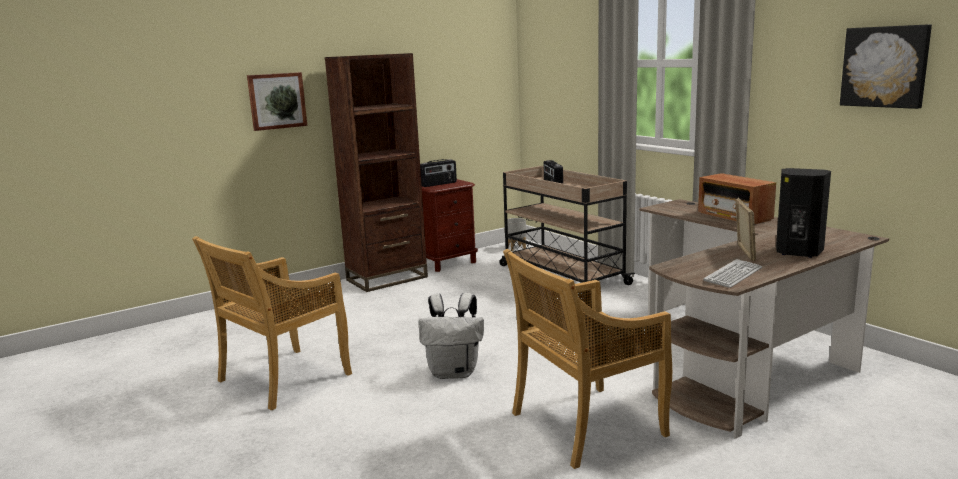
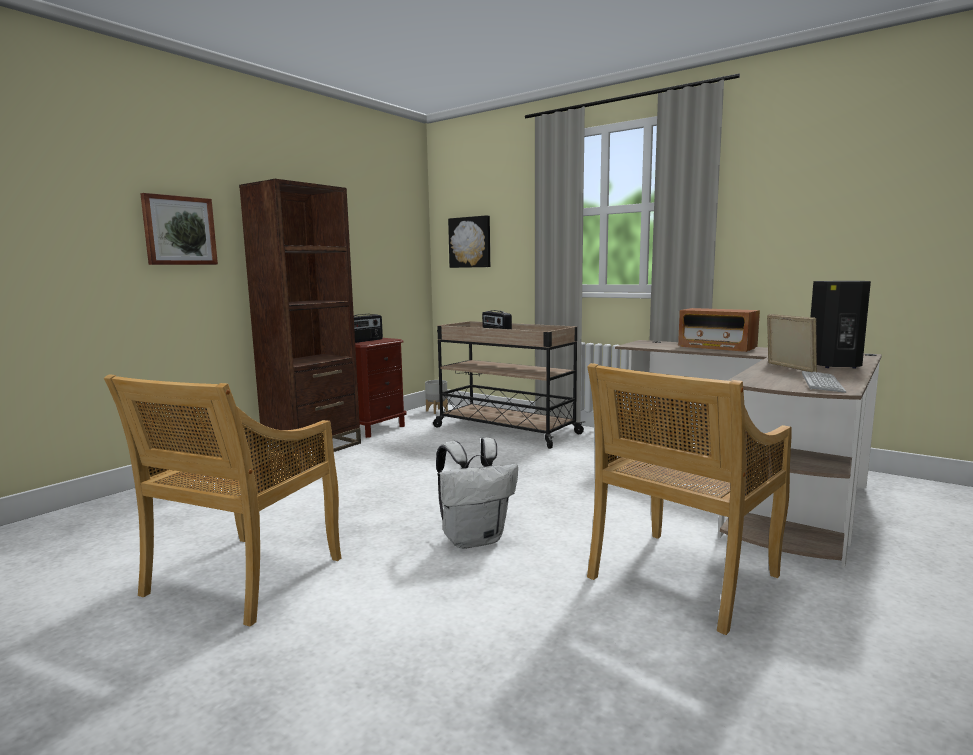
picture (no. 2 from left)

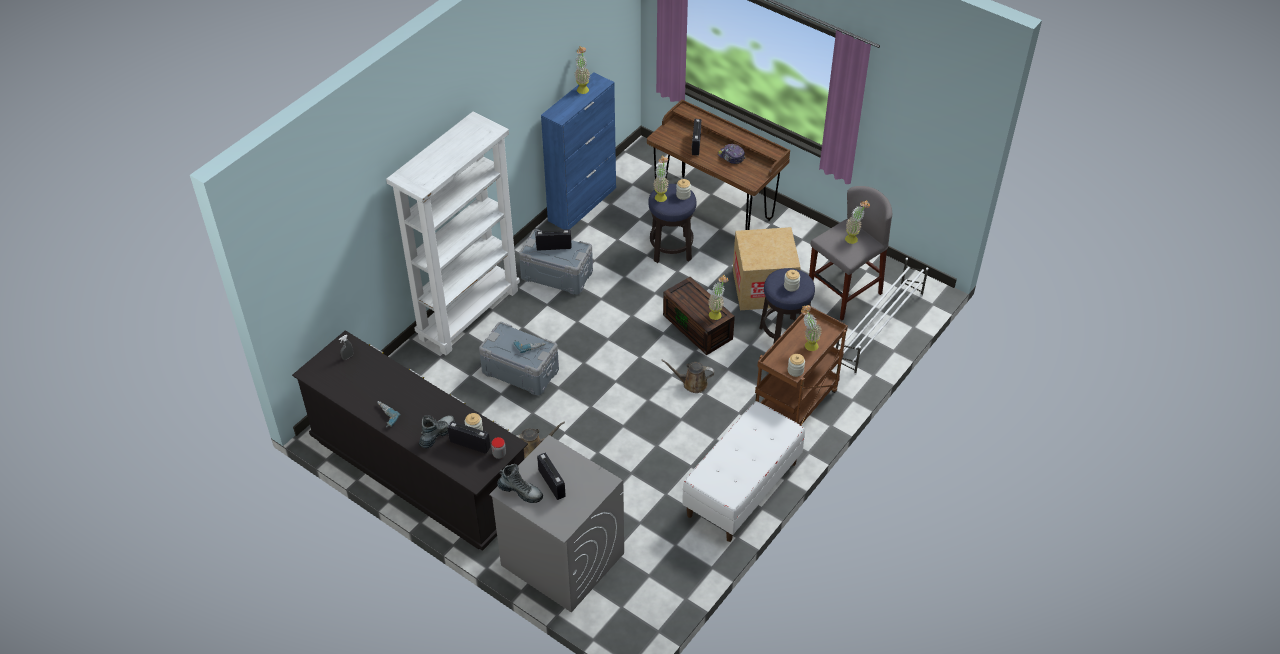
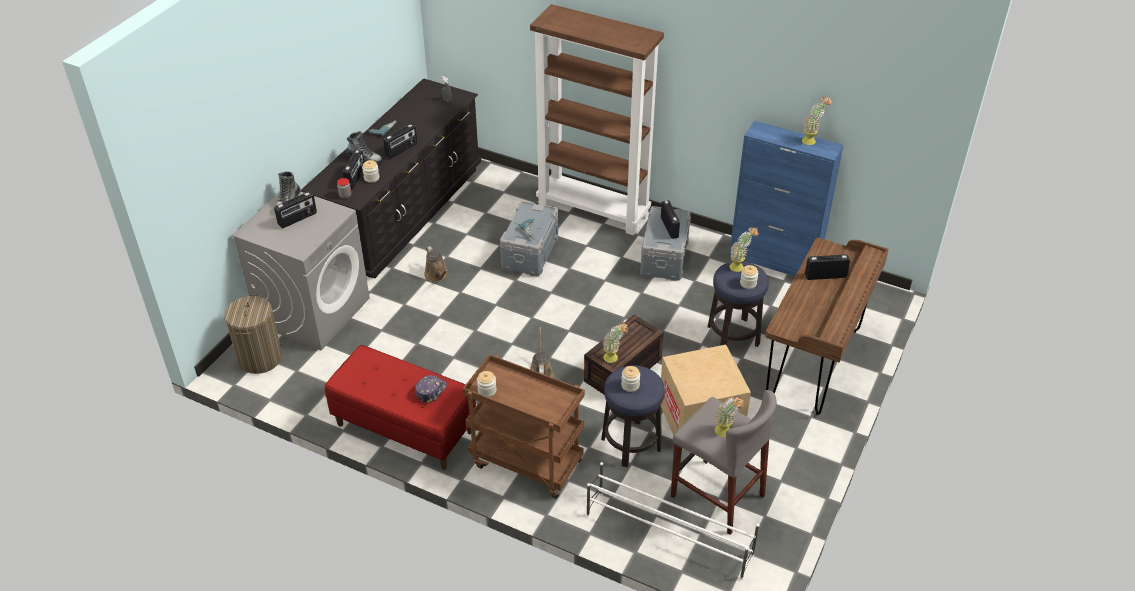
brown bookcase
red bench
cap
potted plant (no. 4 from left in the first image)
laundry basket
radio (no. 3 from left)

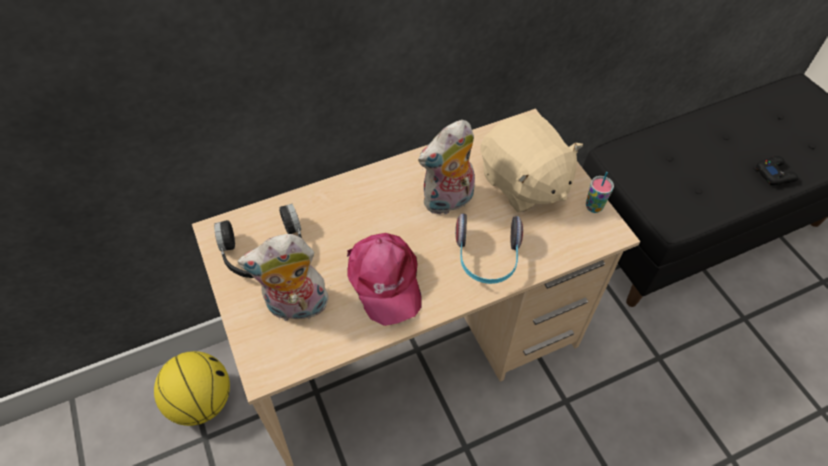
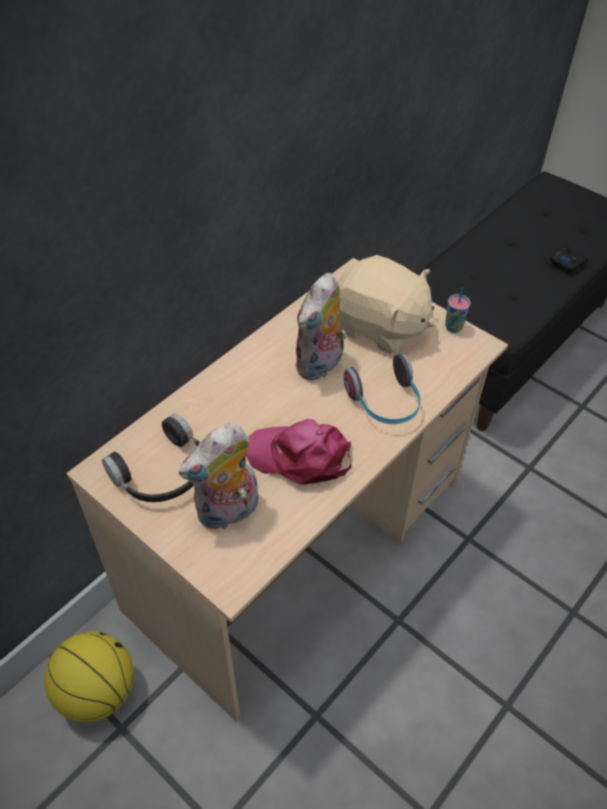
pink cap

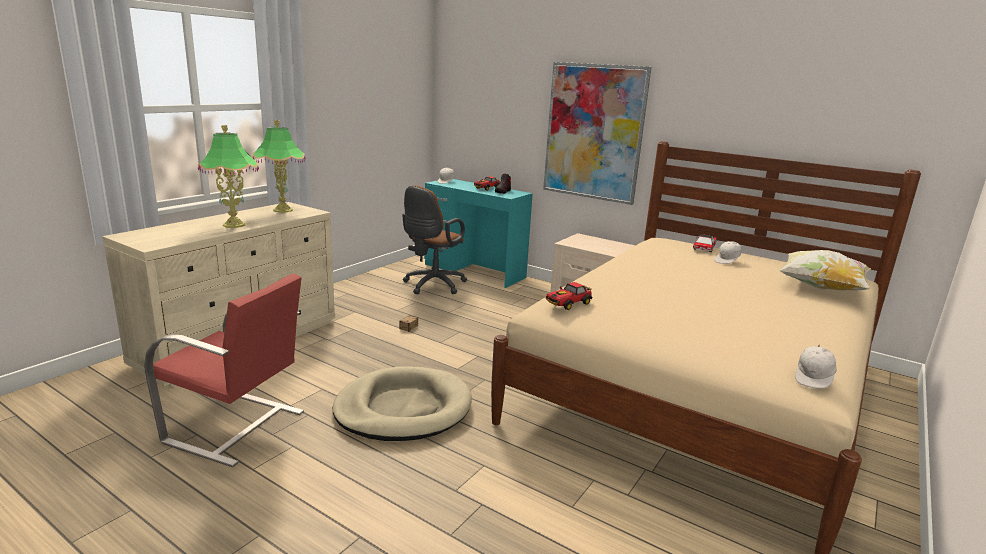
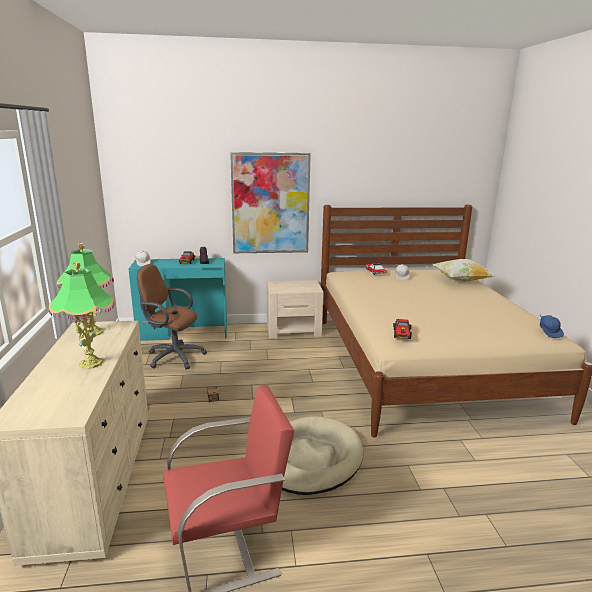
brown office chair
blue cap

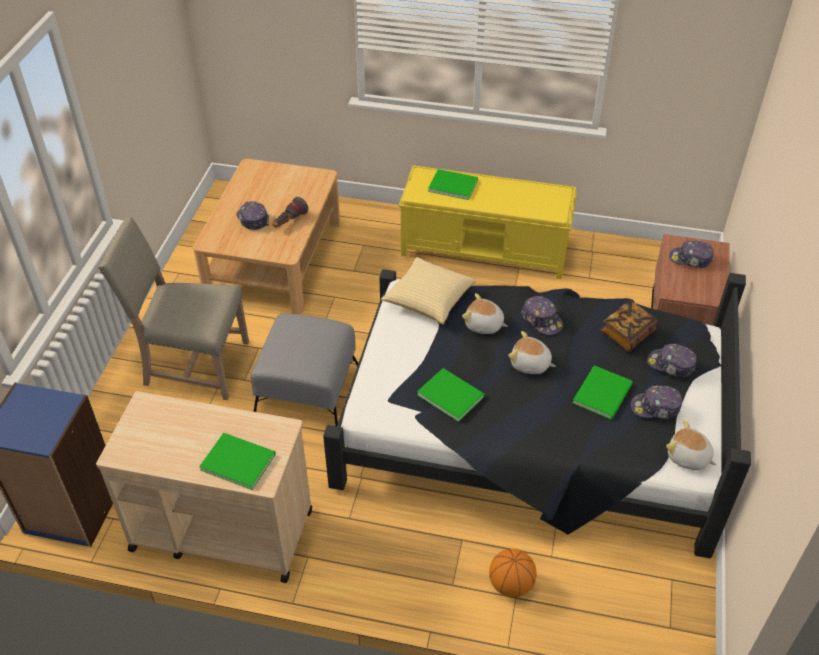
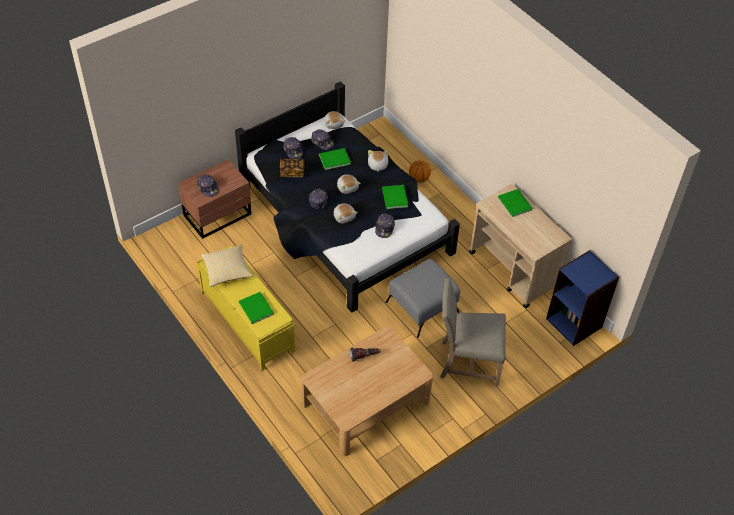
beige chair
cap (no. 5 from left)
pillow
plush toy (no. 4 from left)

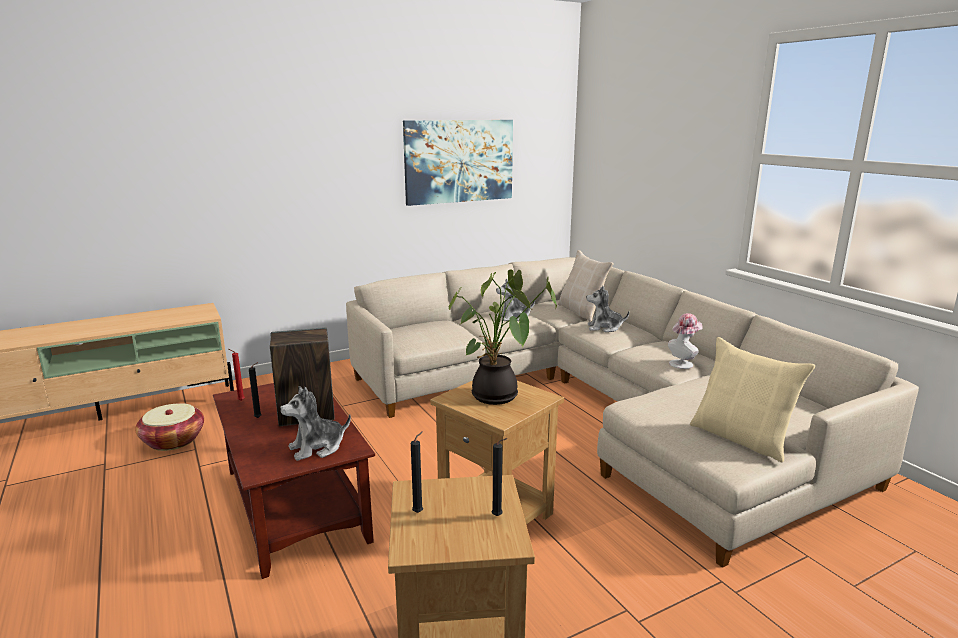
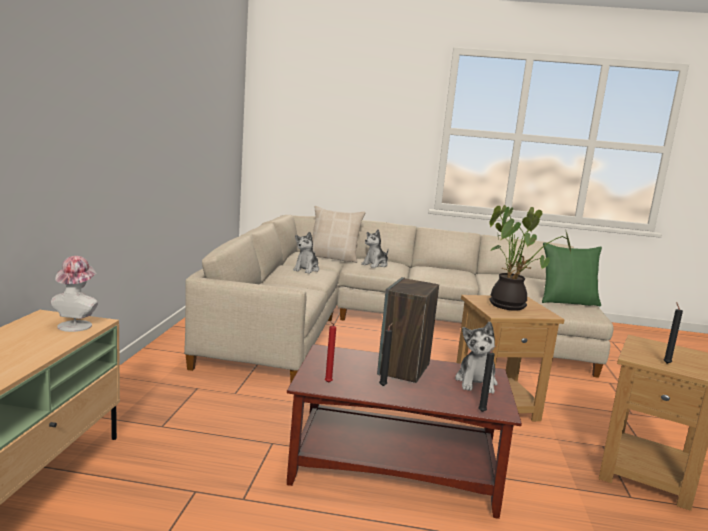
basket
picture
black candle (no. 2 from left)
hat
green pillow

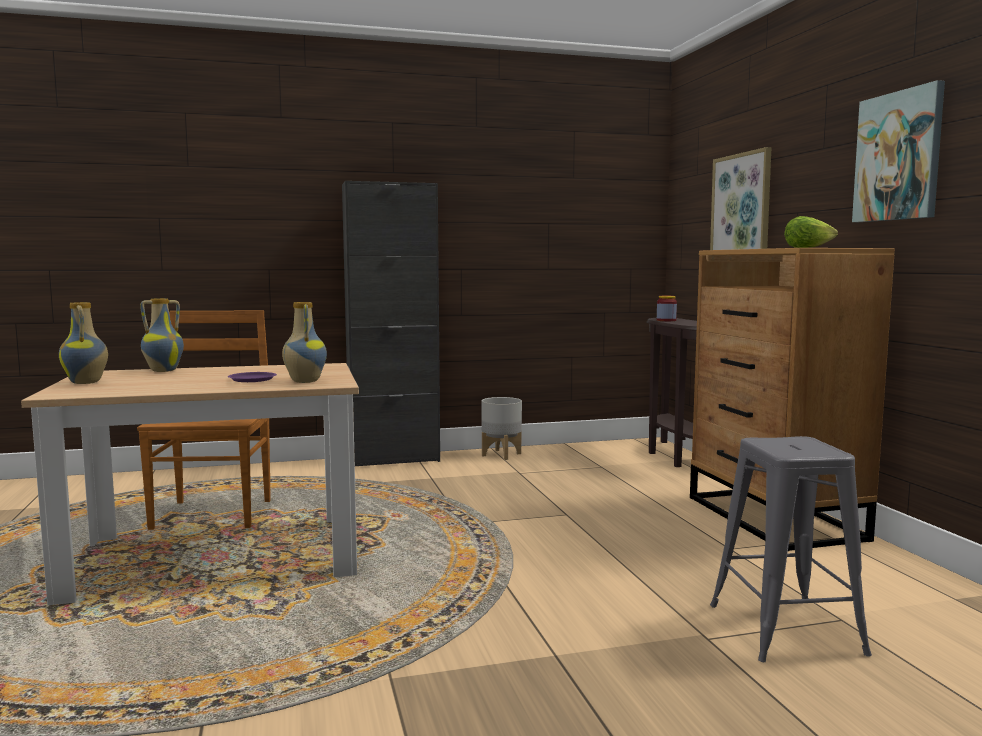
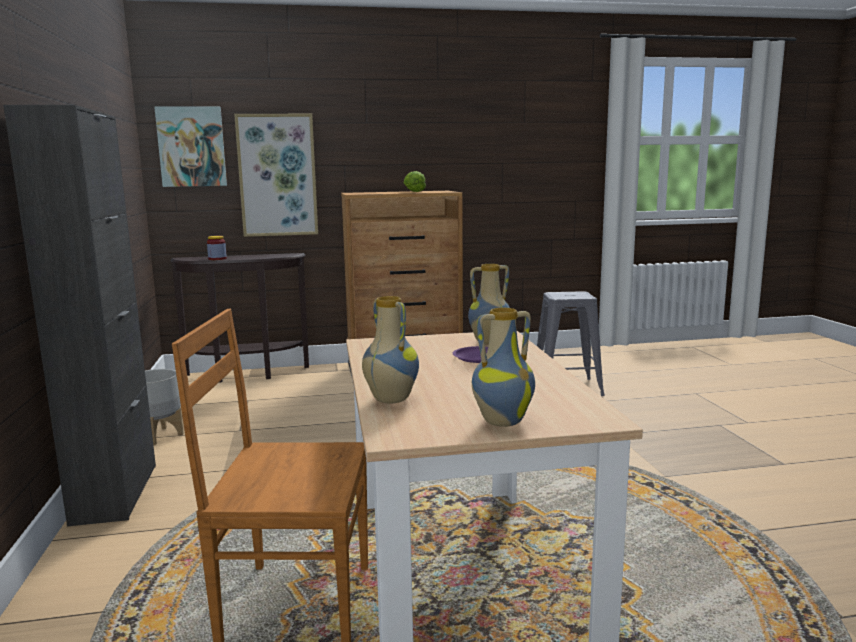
picture (no. 1 from left)

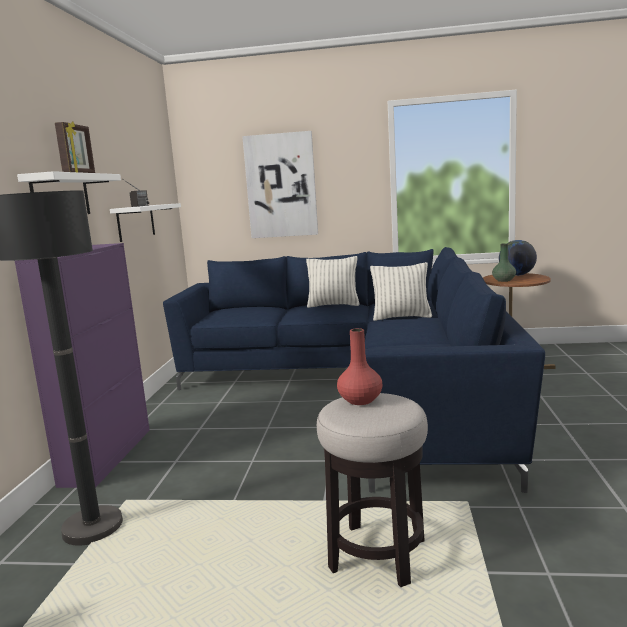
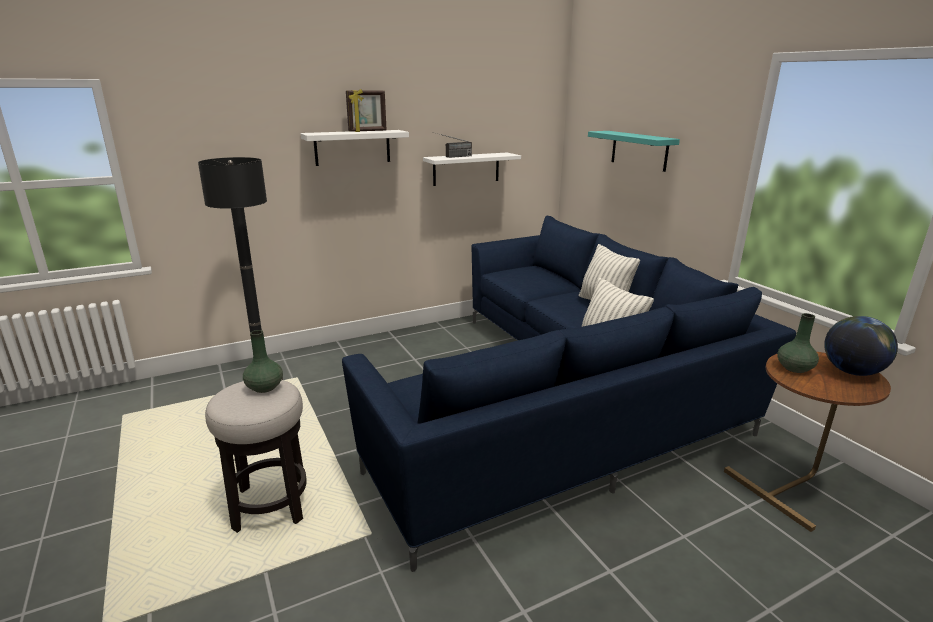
purple cabinet
turquoise shelf
green vase (no. 1 from left)

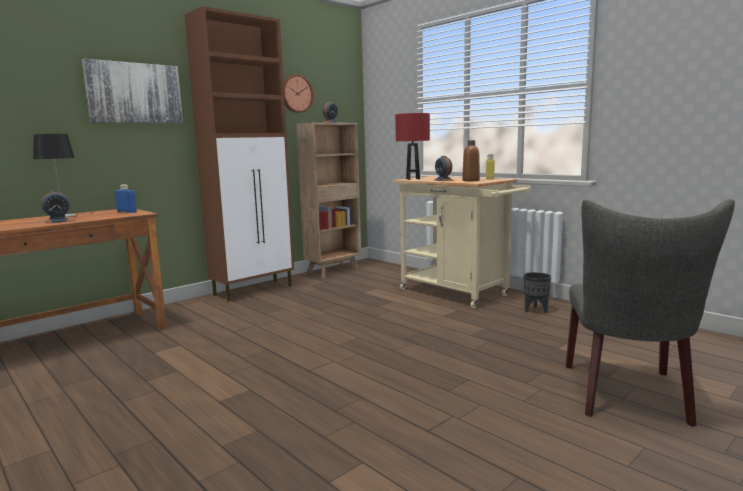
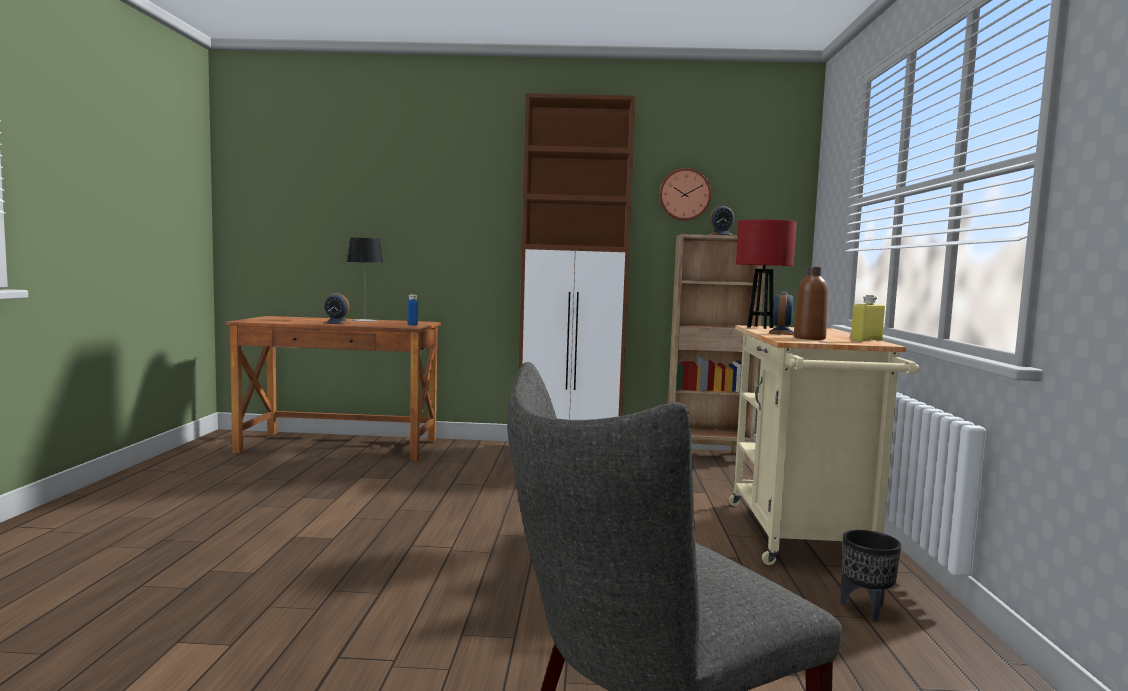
picture

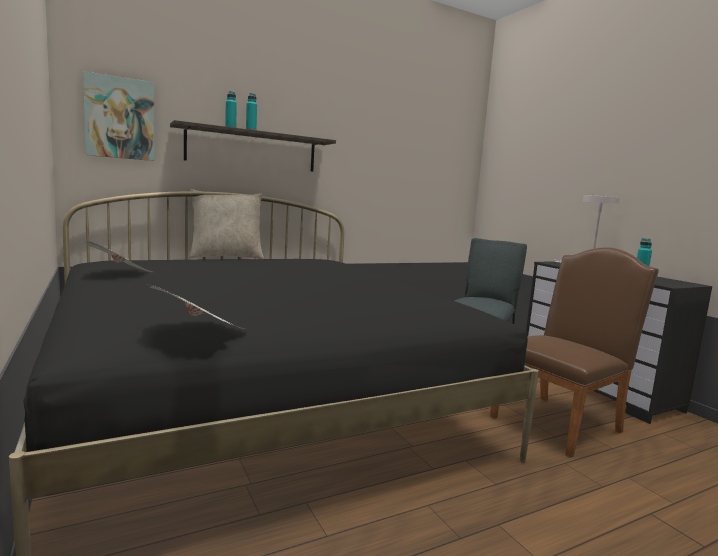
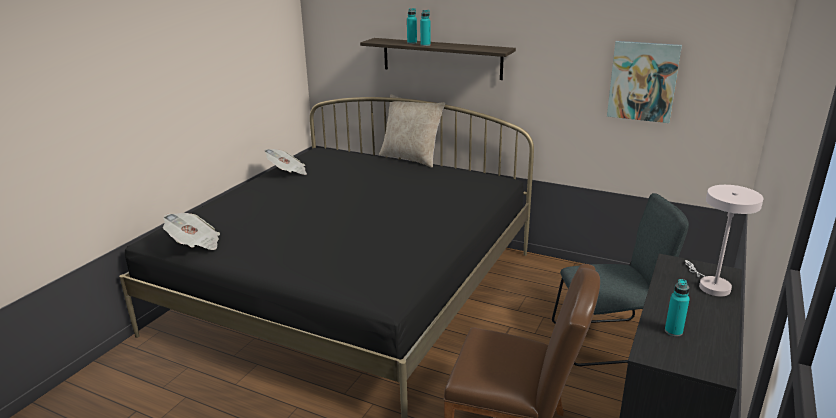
picture

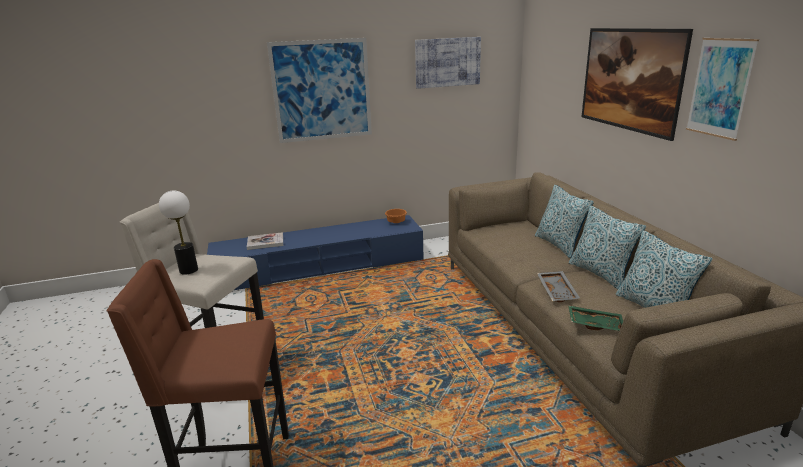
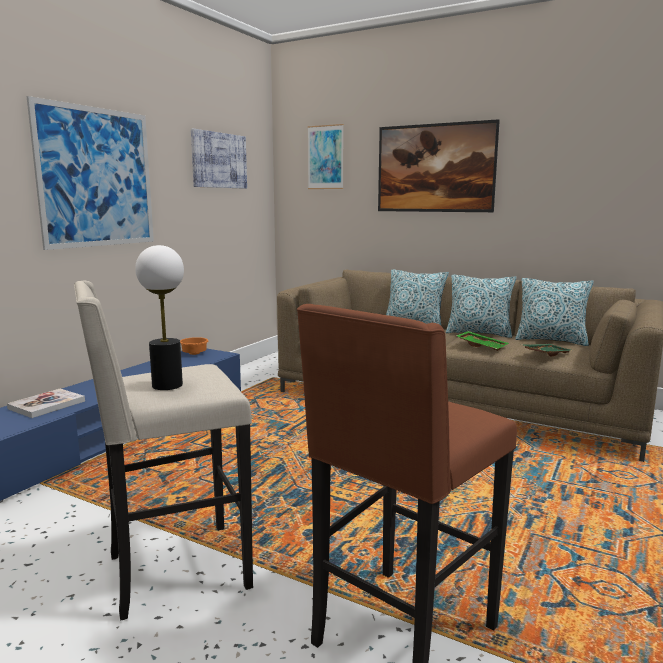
green tray (no. 1 from left)
picture (no. 3 from left)

